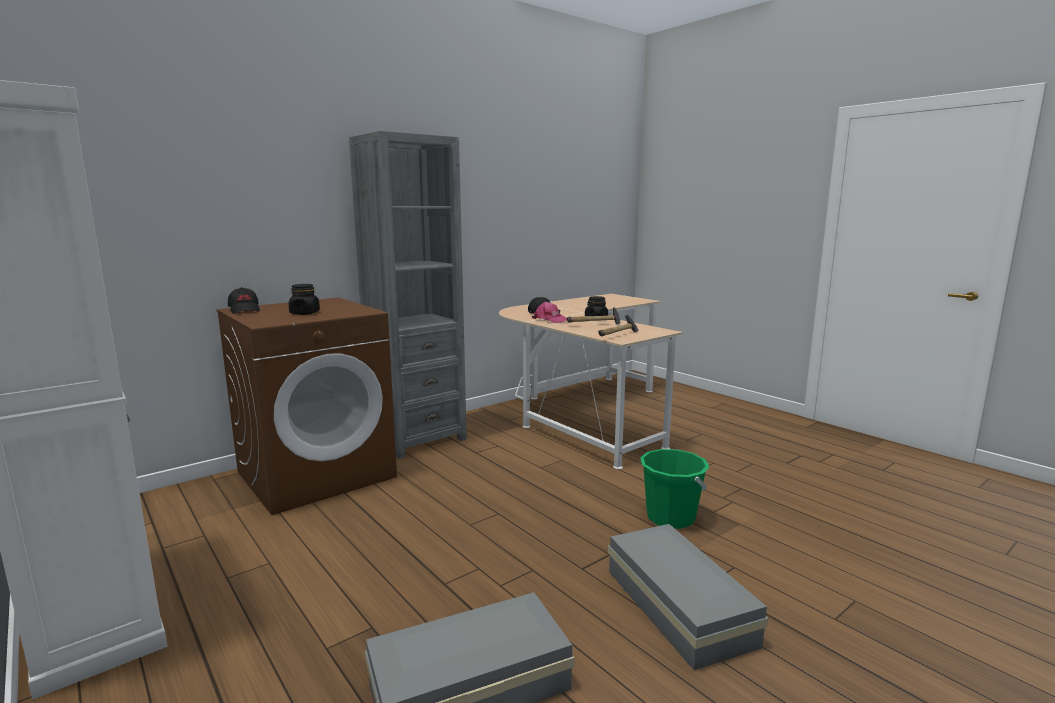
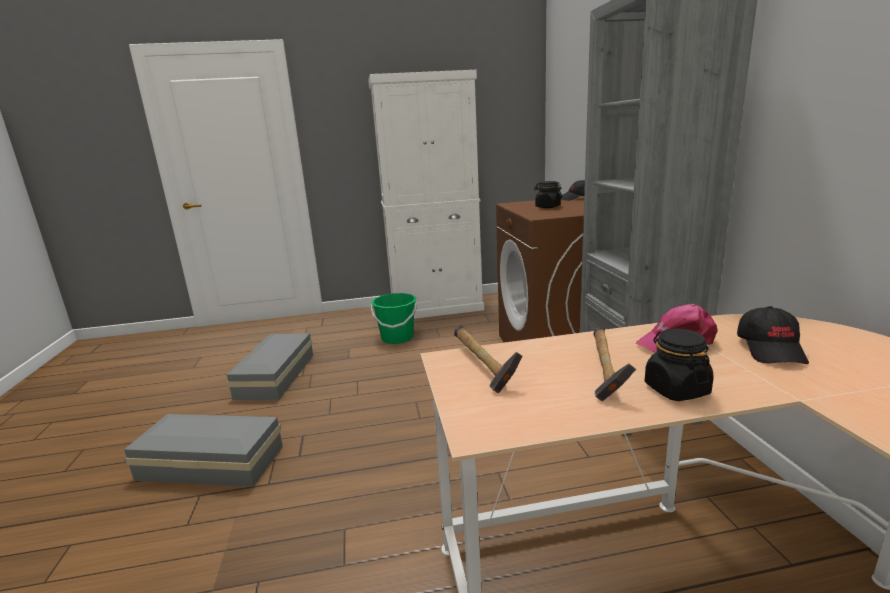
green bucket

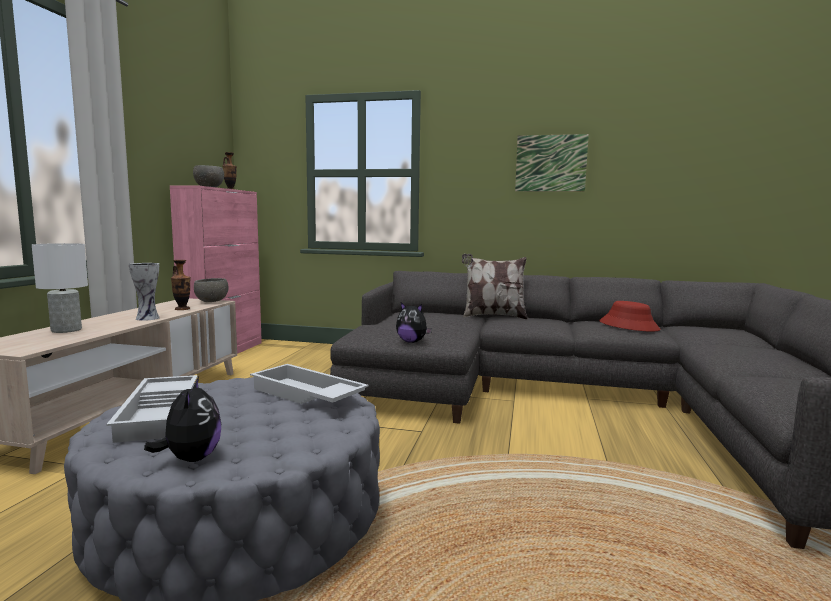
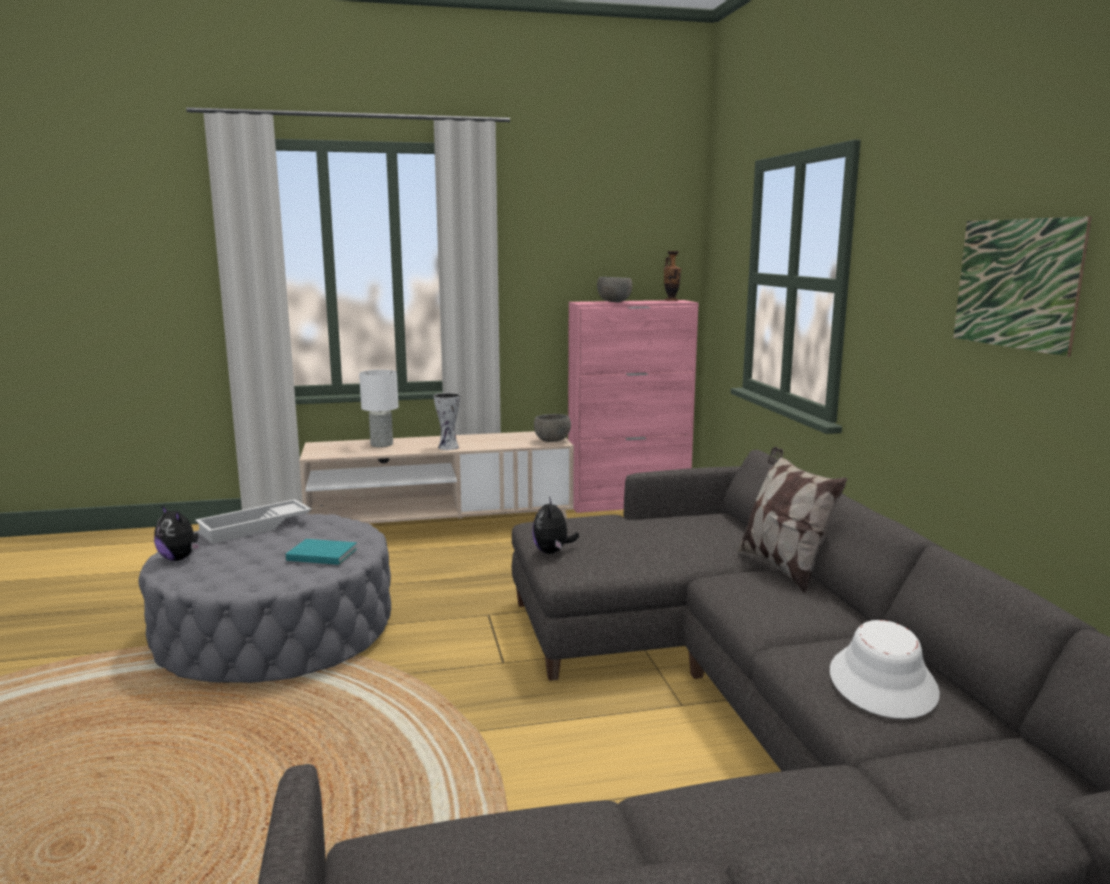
plush toy (no. 1 from left)
vase (no. 2 from left in the first image)
turquoise book
white hat

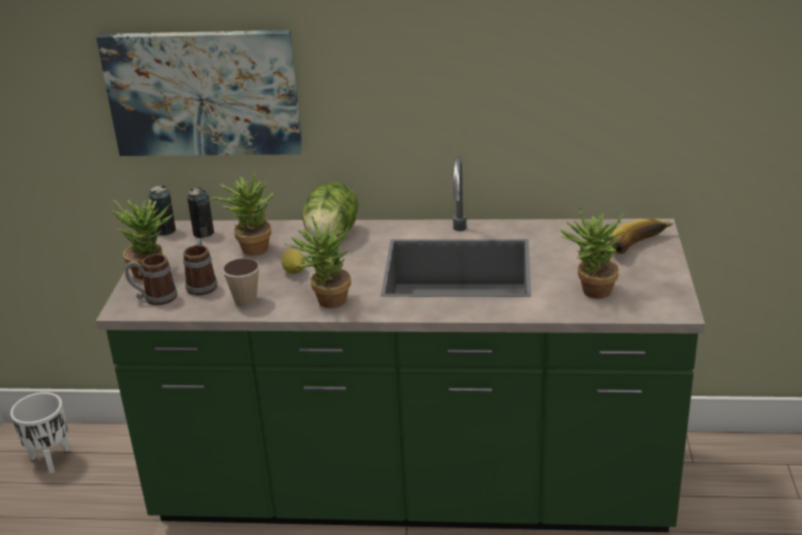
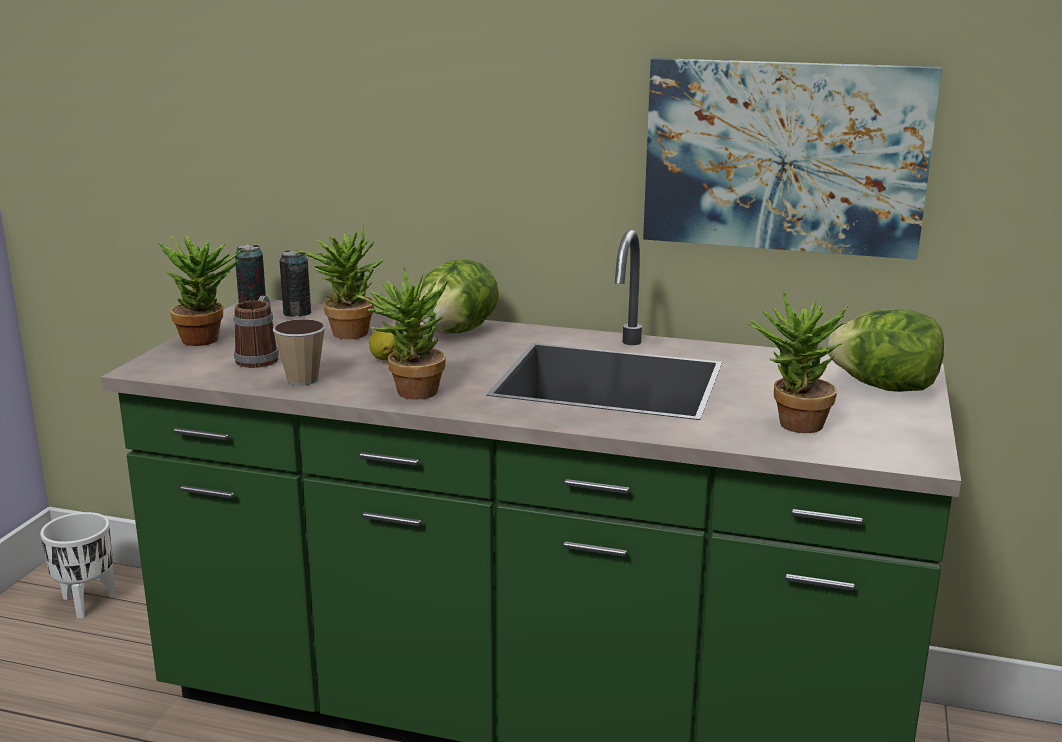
picture
mug (no. 1 from left in the first image)
lettuce (no. 2 from left)

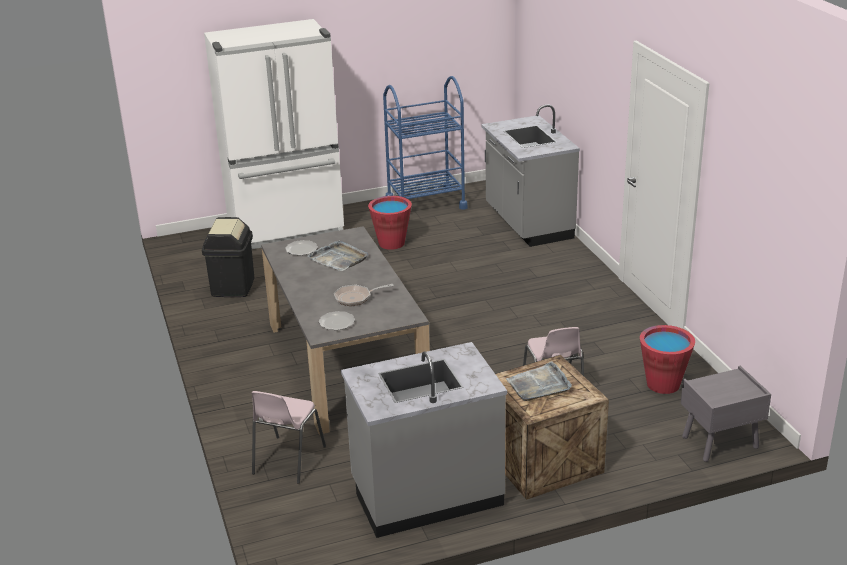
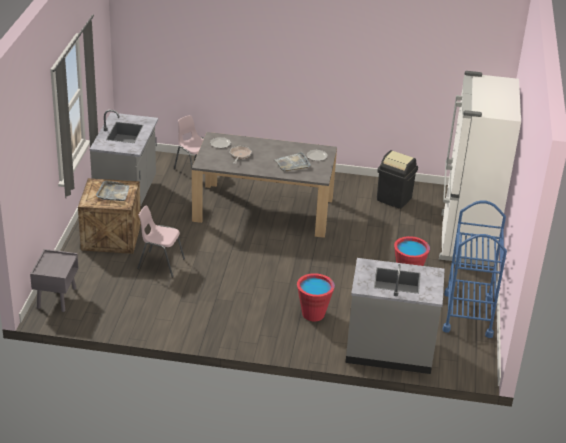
red bucket (no. 1 from left)

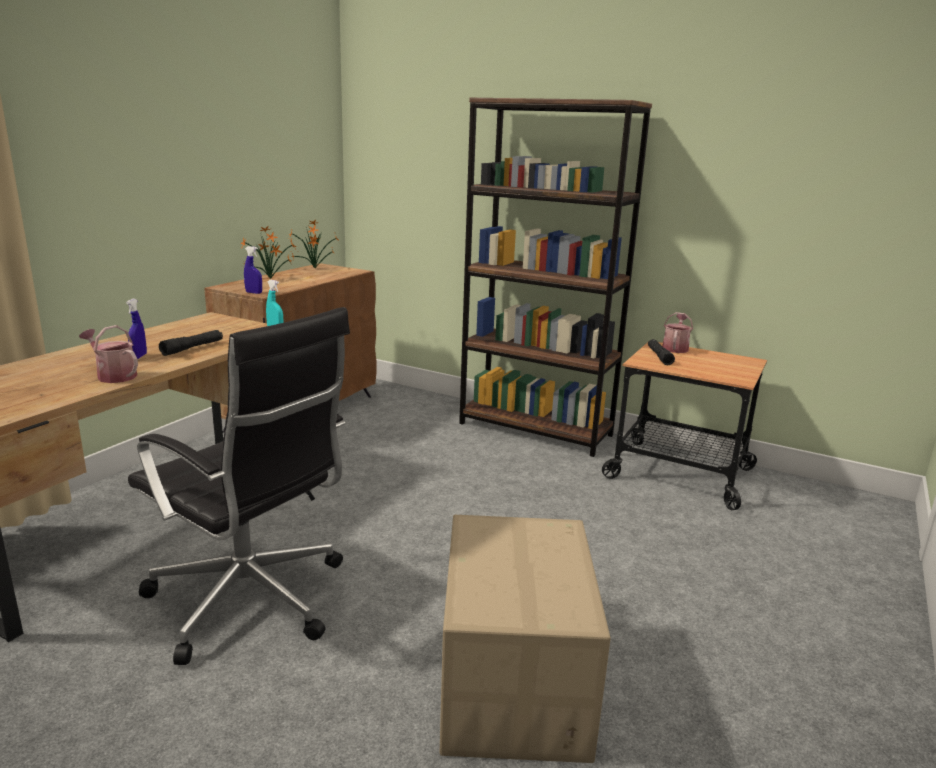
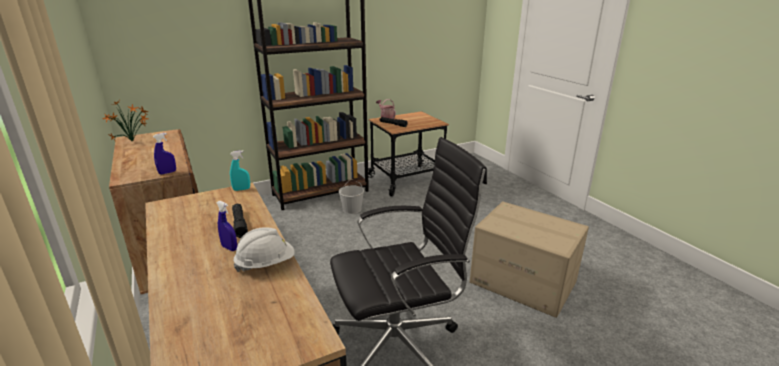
white hard hat
potted plant (no. 1 from left in the first image)
white bucket

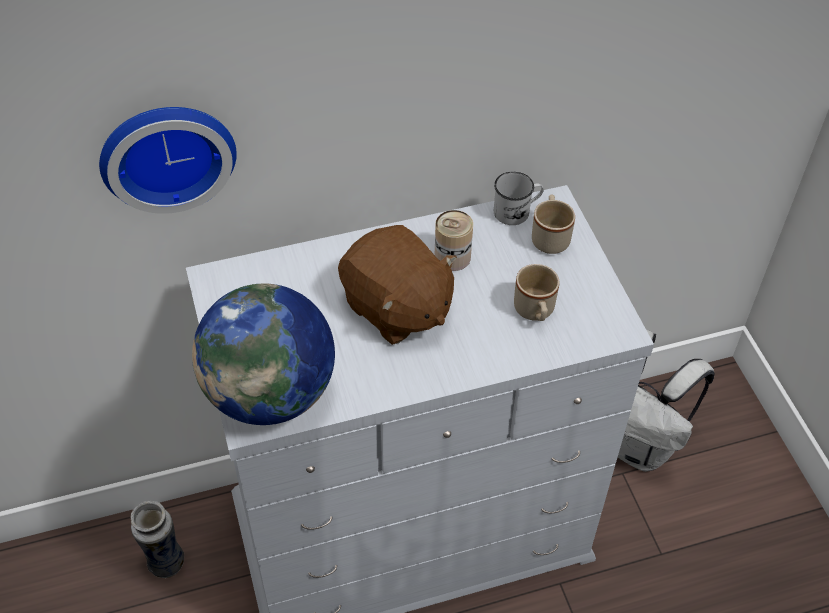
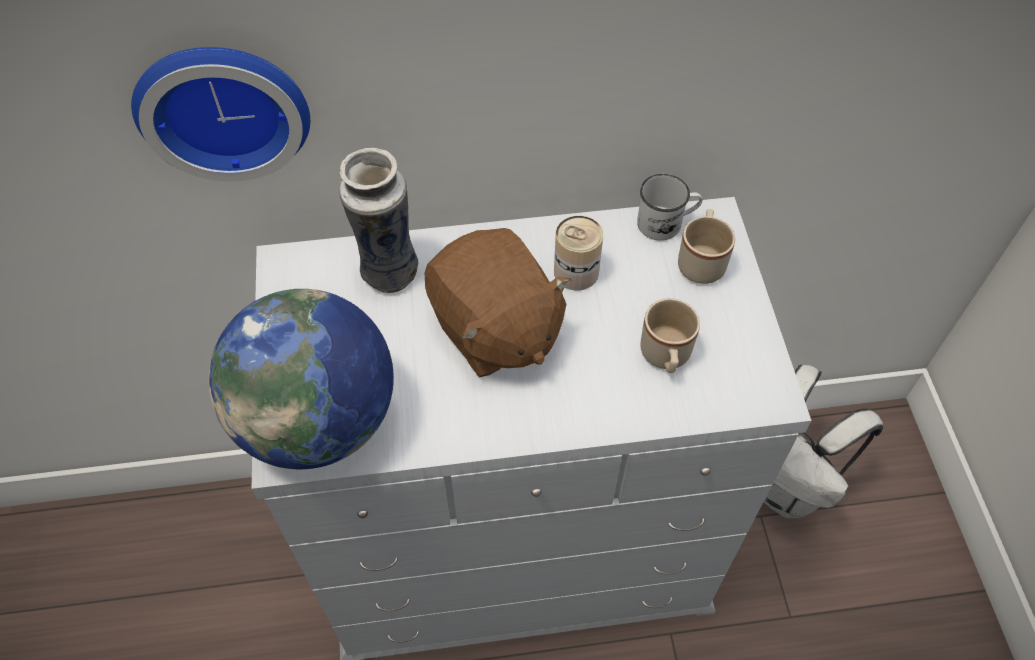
vase

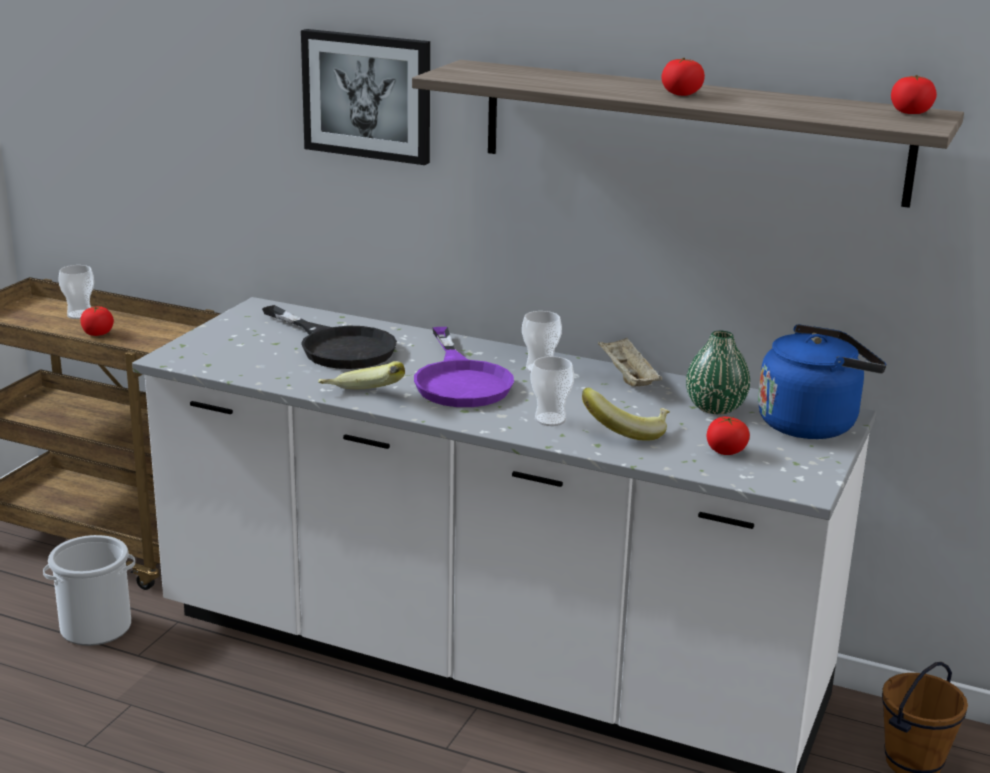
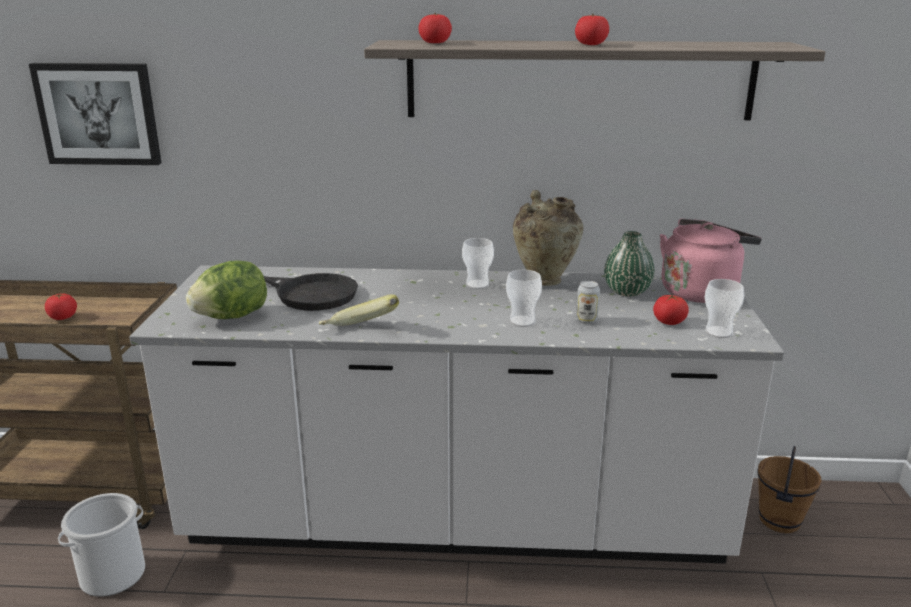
cup (no. 3 from left)
picture
purple frying pan
can
beige vase
pink kettle
tomato (no. 2 from left)
lettuce

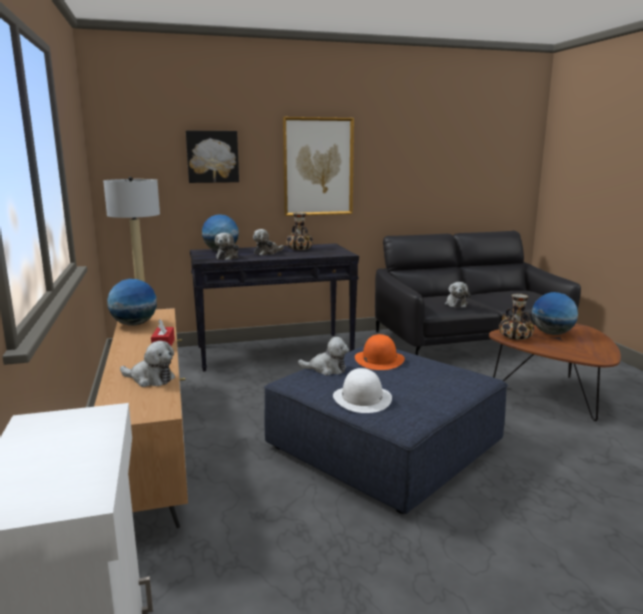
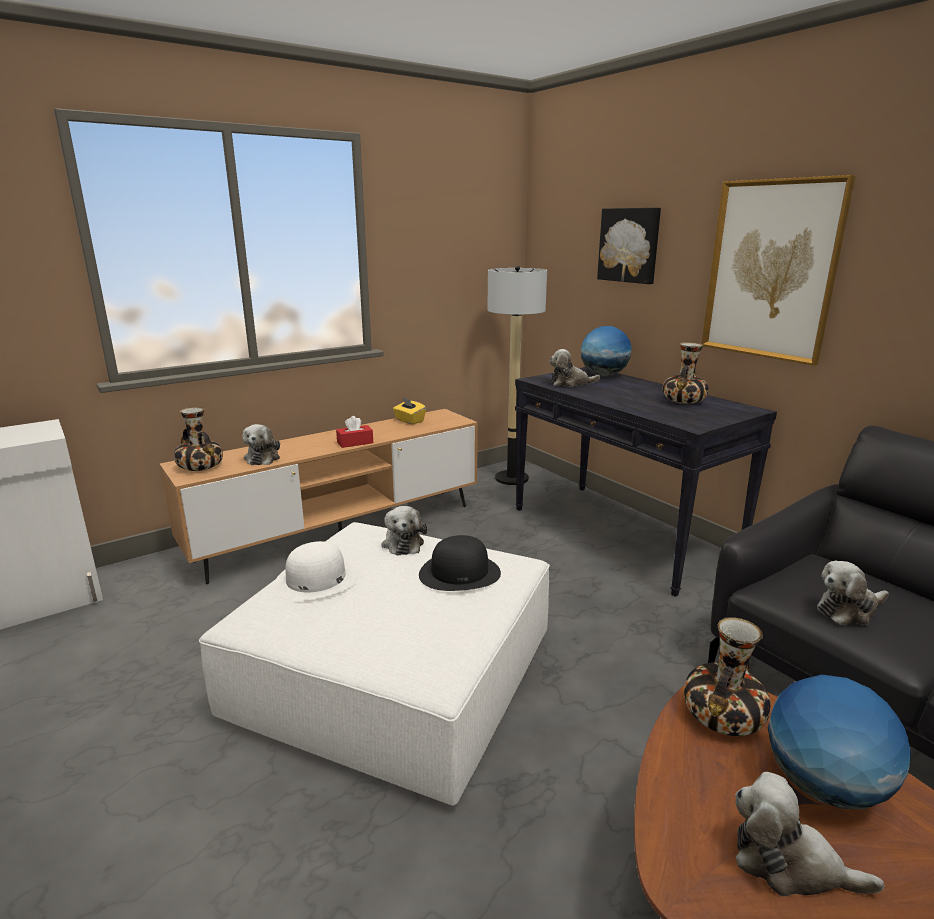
yellow tissue box
plush toy (no. 4 from left)
white ottoman
black hat
vase (no. 1 from left)

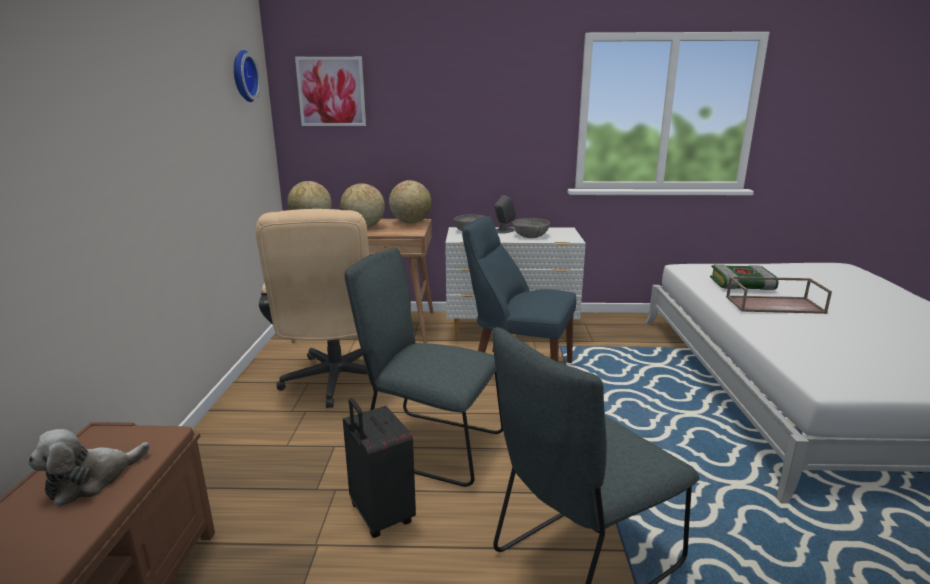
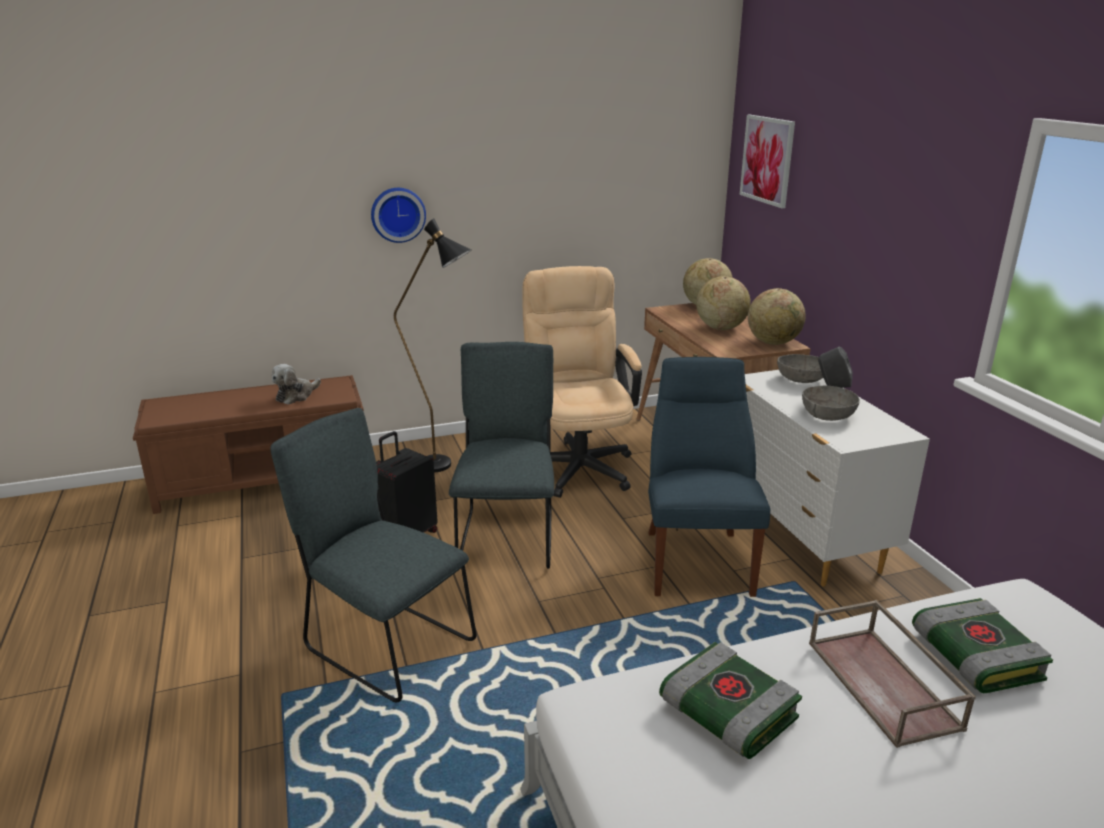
plush toy
wall clock
beige office chair
black floor lamp
book (no. 1 from left)

